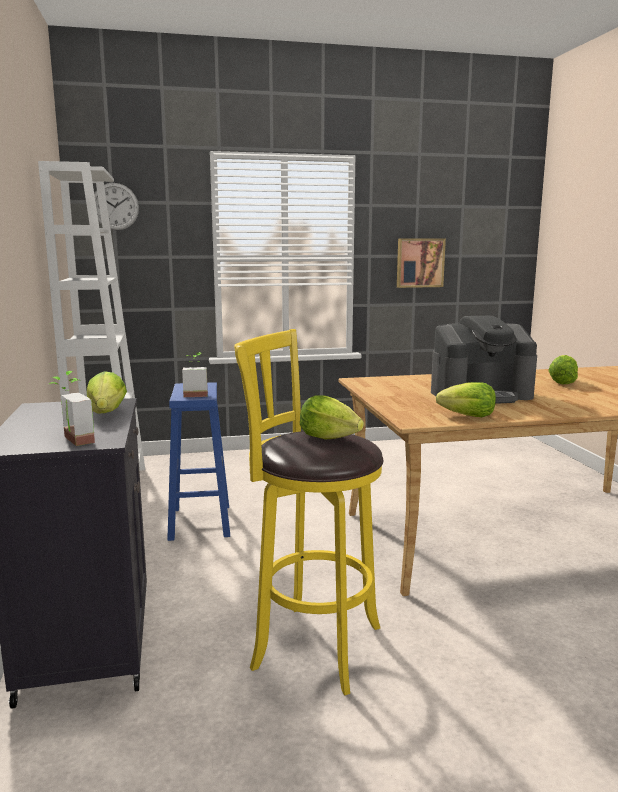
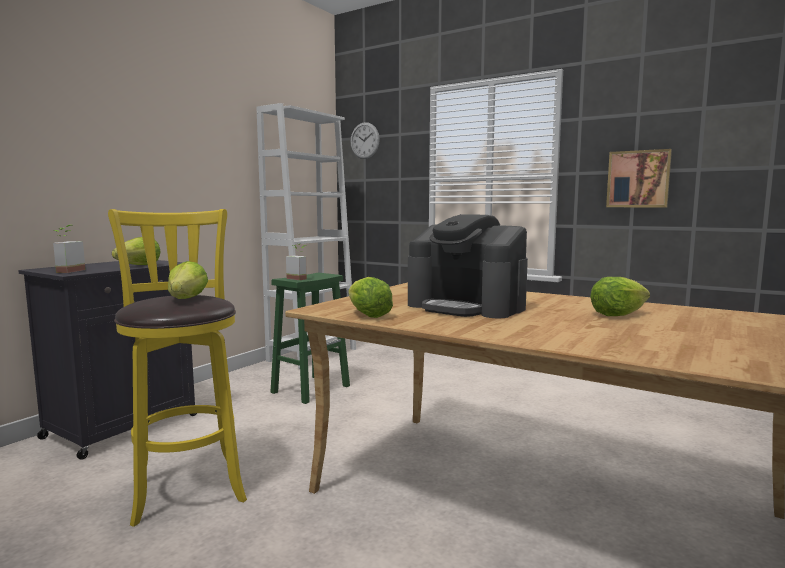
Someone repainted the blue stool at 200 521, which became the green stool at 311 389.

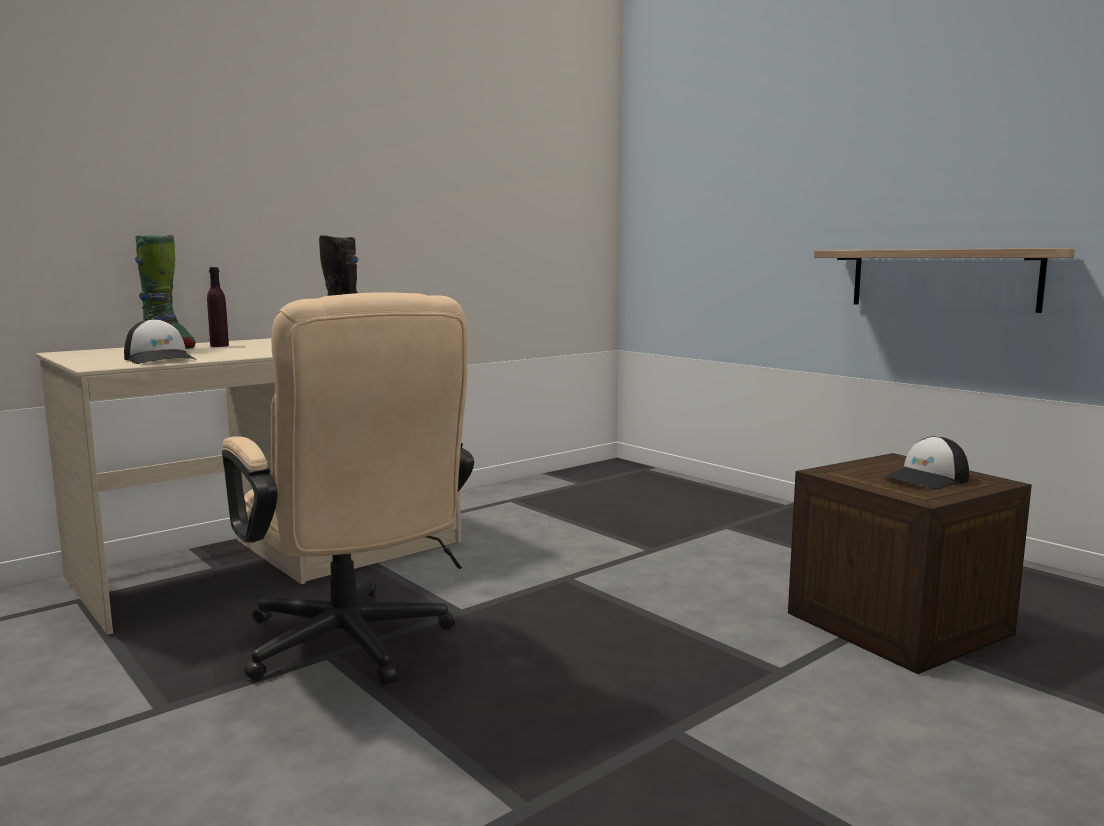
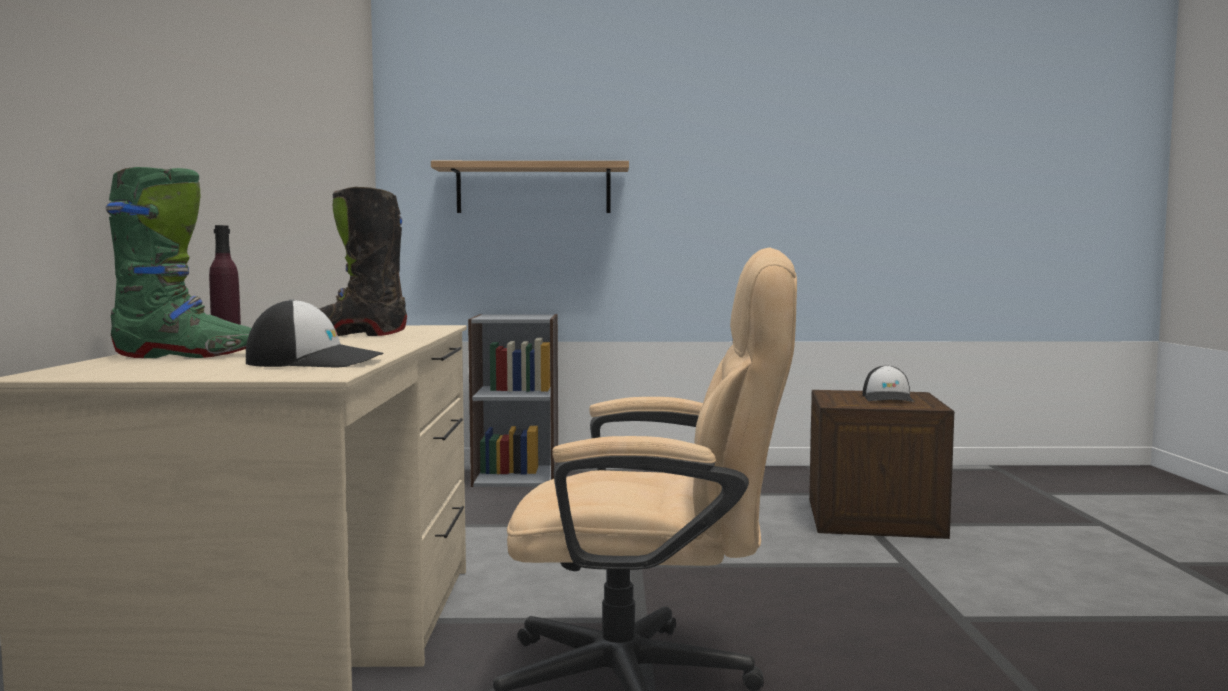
Someone carried the shelf from 942 279 to 533 189. Someone put down the grey bookcase at 516 476.

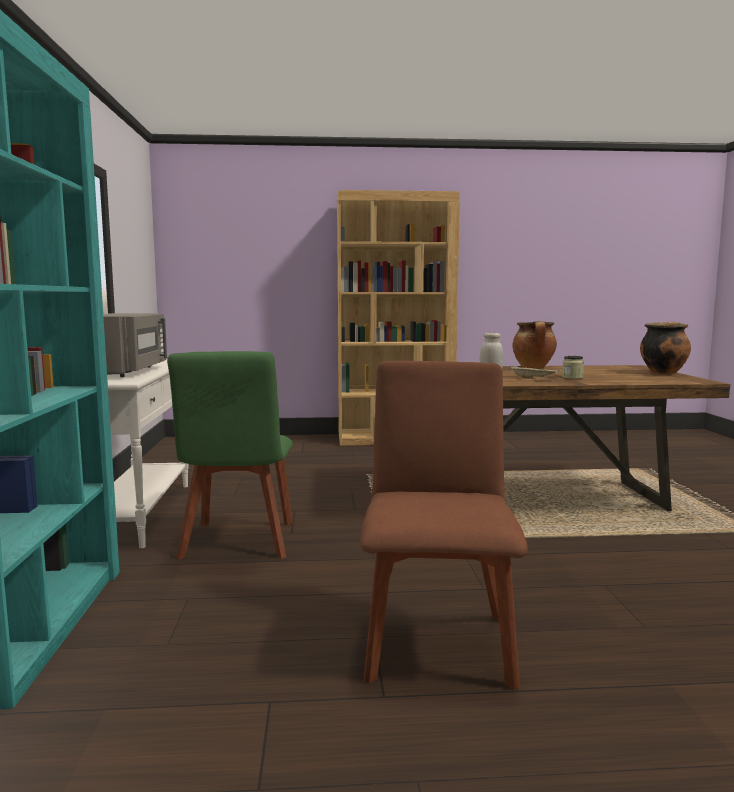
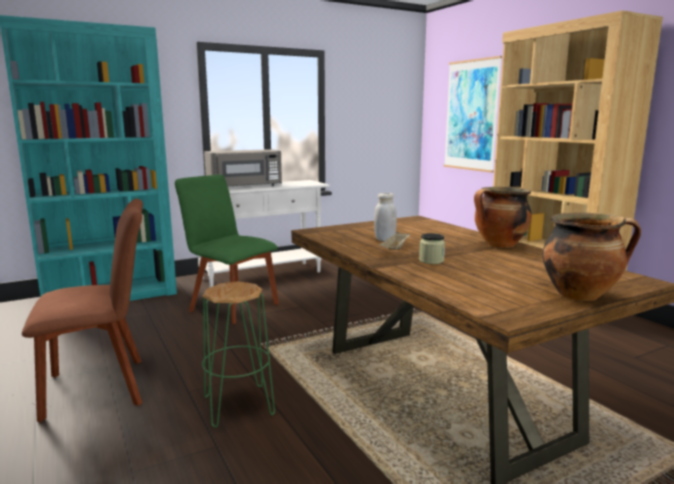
Someone rotated the green chair at 238 543 by 60 degrees clockwise. Someone put up the picture at 471 115. Someone put down the green stool at 238 405.

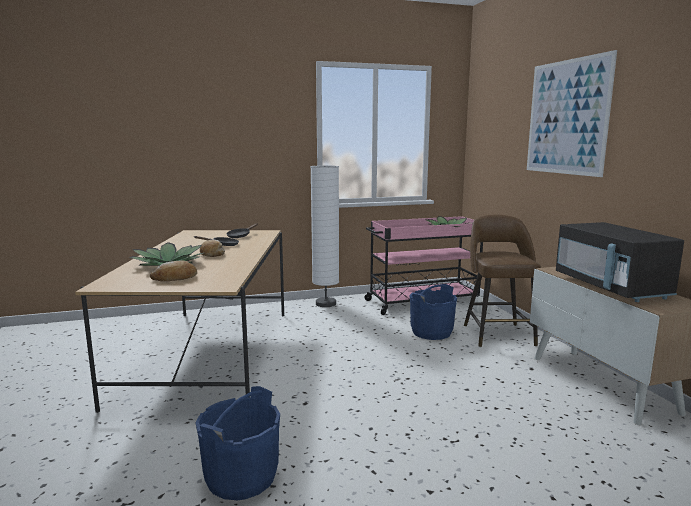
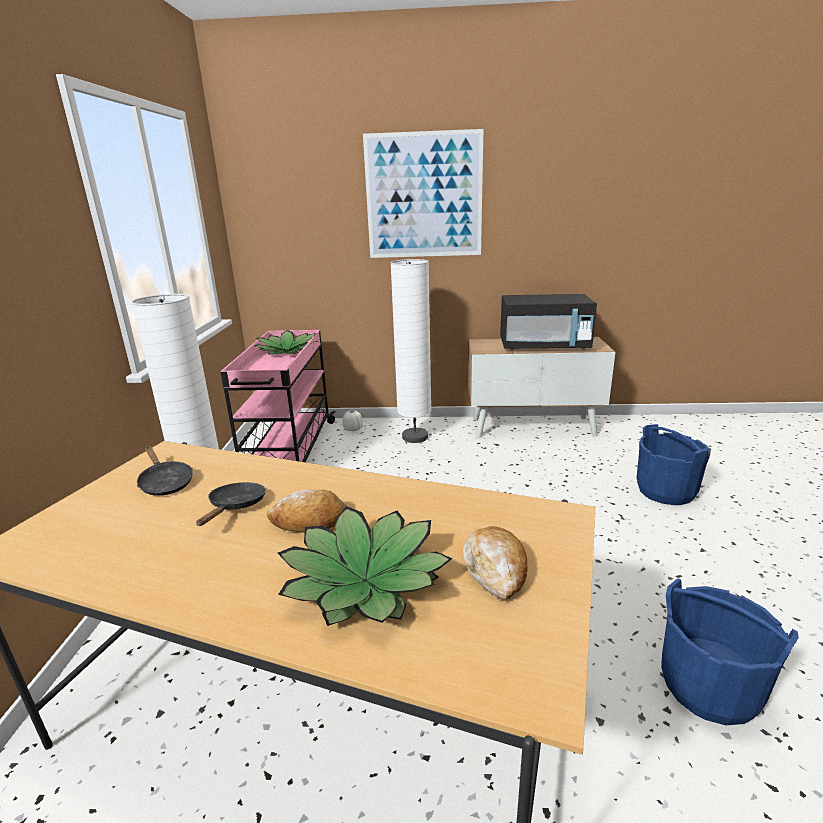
Someone swapped the brown stool at 498 334 for the white floor lamp at 415 437. Someone carried the blue bucket from 431 332 to 666 491.

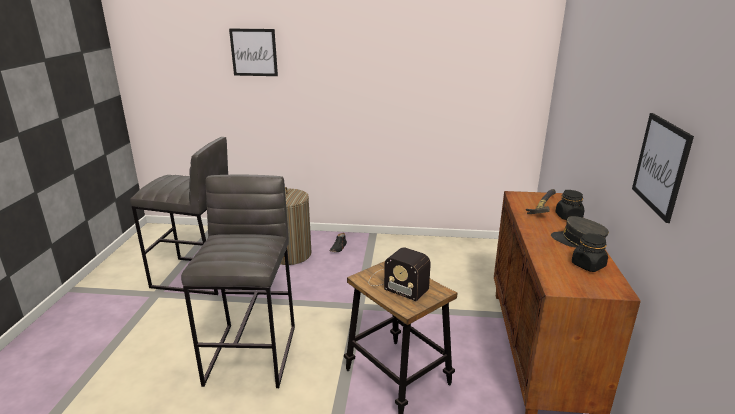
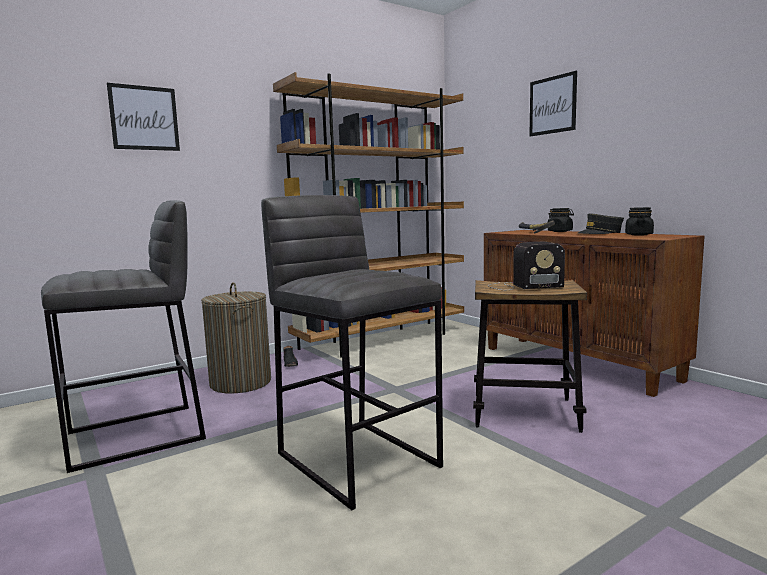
Someone carried the picture from 661 165 to 552 105. Someone put down the brown bookcase at 382 339.

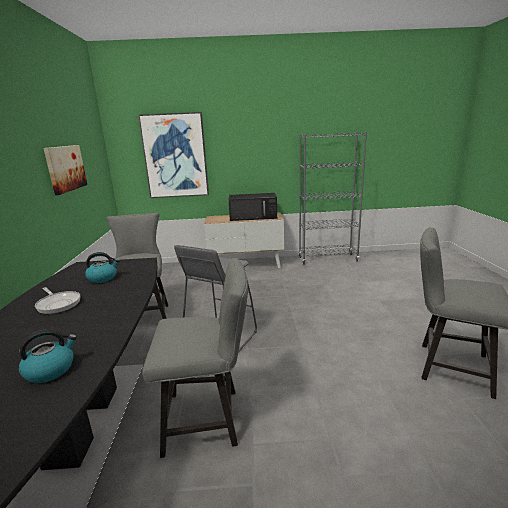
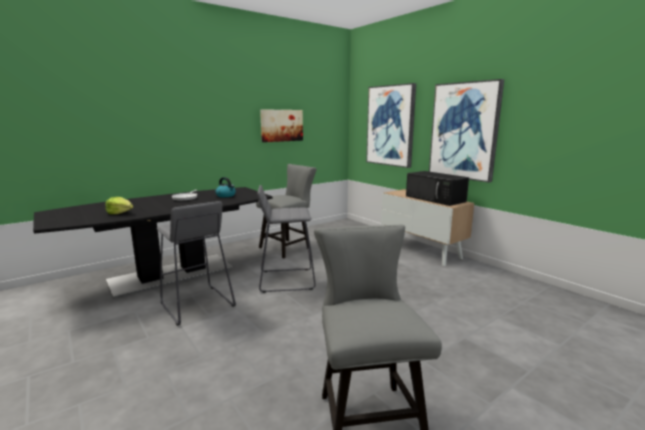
Someone took away the grey bookcase at 327 259. Someone swapped the grey chair at 209 419 for the grey stool at 196 305. Someone swapped the kettle at 51 369 for the lettuce at 120 213. Someone put up the picture at 464 131.

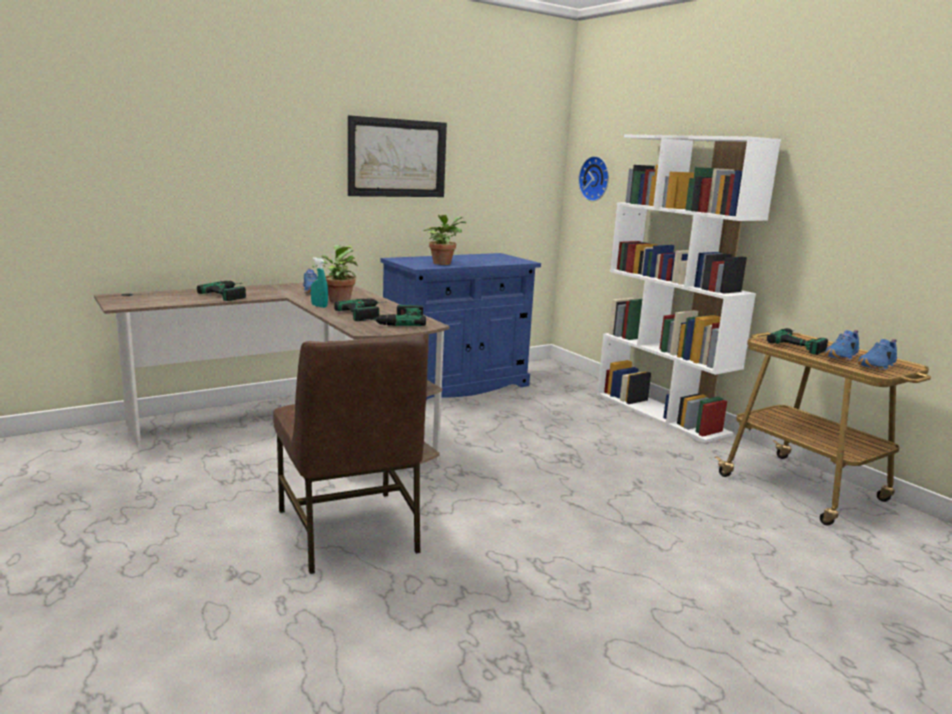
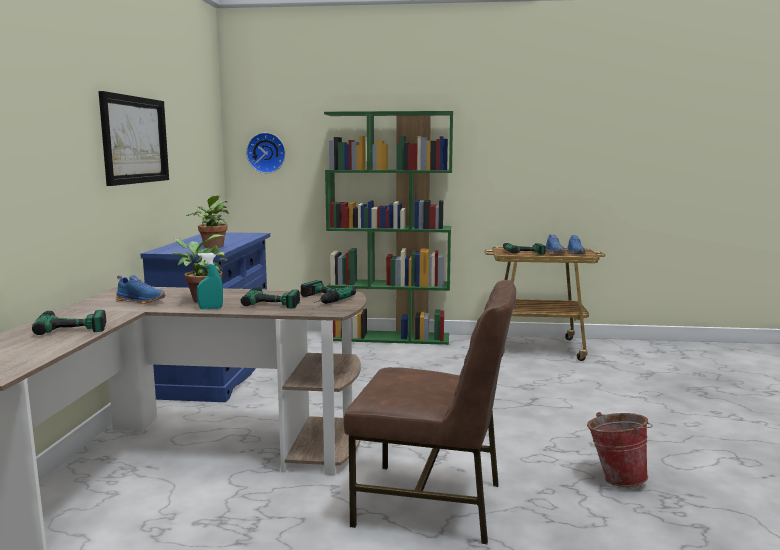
Someone repainted the white bookcase at 661 414, which became the green bookcase at 390 337. Someone put down the bucket at 615 478.

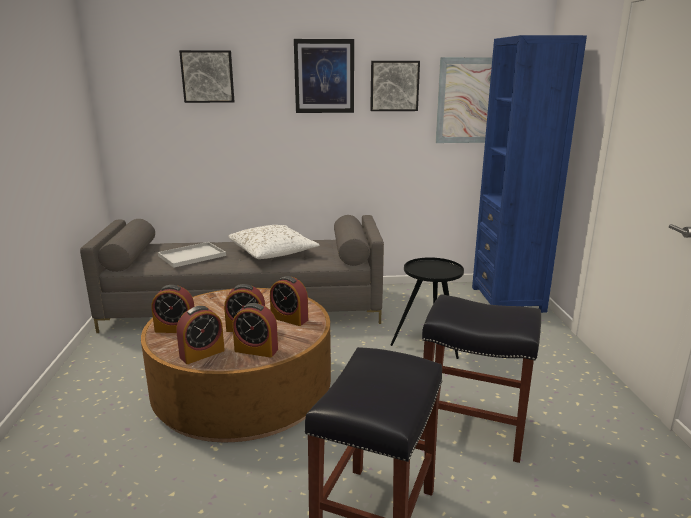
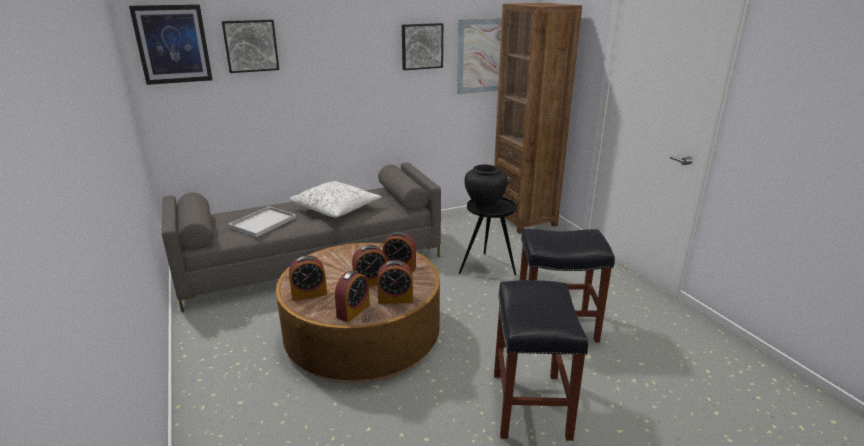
Someone repainted the blue bookcase at 508 299, which became the brown bookcase at 524 219. Someone carried the picture from 324 76 to 172 44. Someone put down the black vase at 484 205.

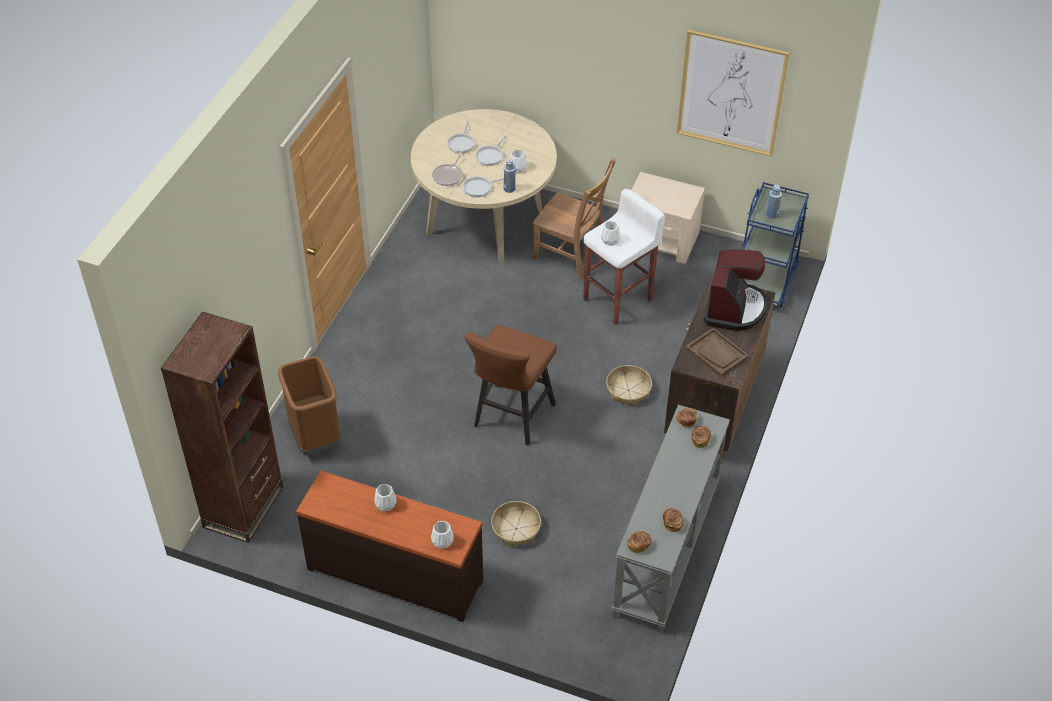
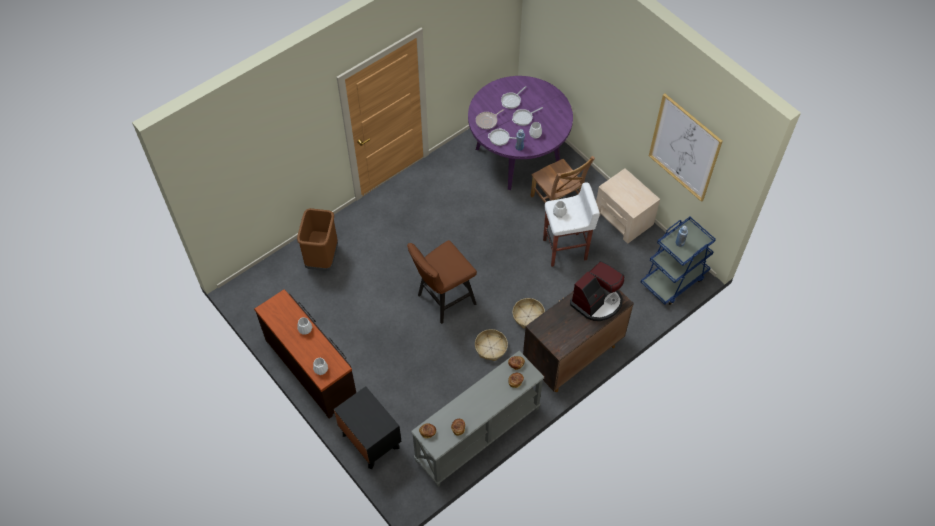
Someone repainted the beige dining table at 485 222, which became the purple dining table at 517 156. Someone took away the brown bookcase at 244 507. Someone took away the brown tray at 717 353. Someone carried the basket from 516 529 to 491 348. Someone put down the black nightstand at 370 440.

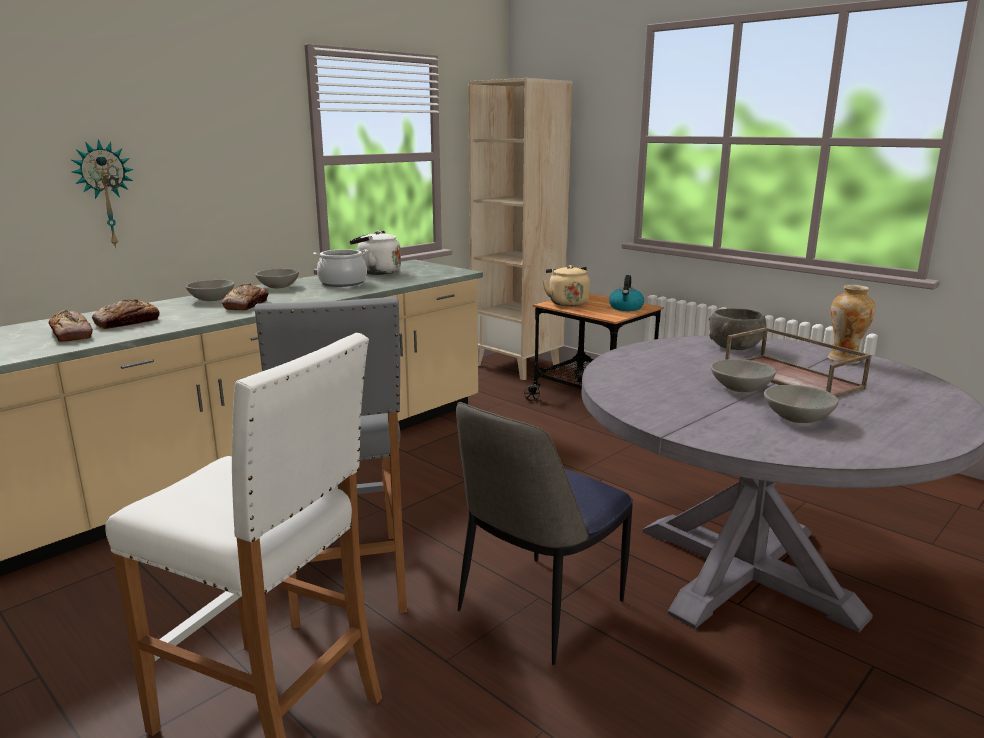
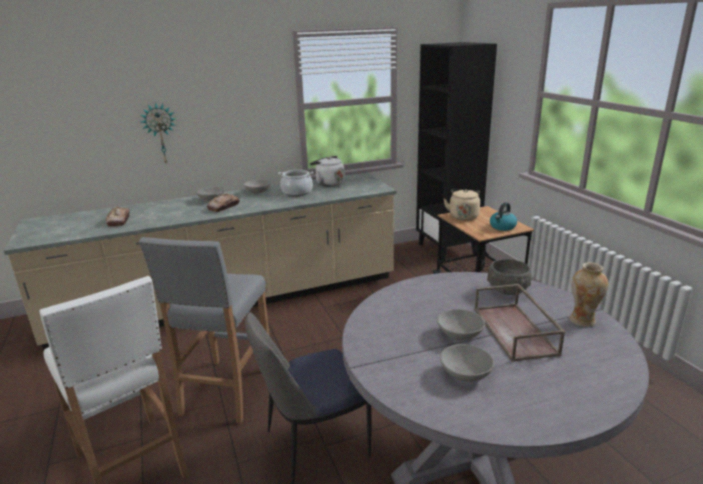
Someone repainted the beige bookcase at 517 366, which became the black bookcase at 447 249. Someone took away the bread at 127 322.

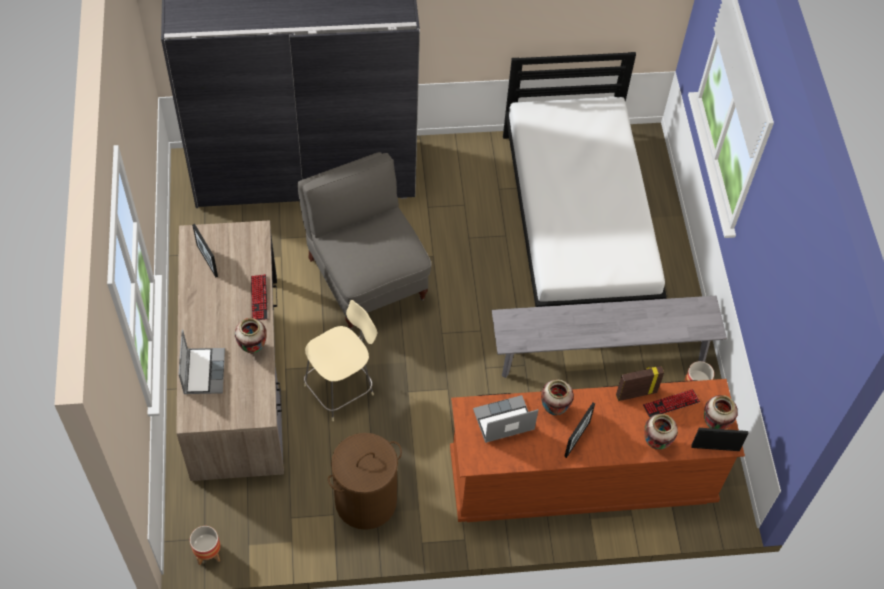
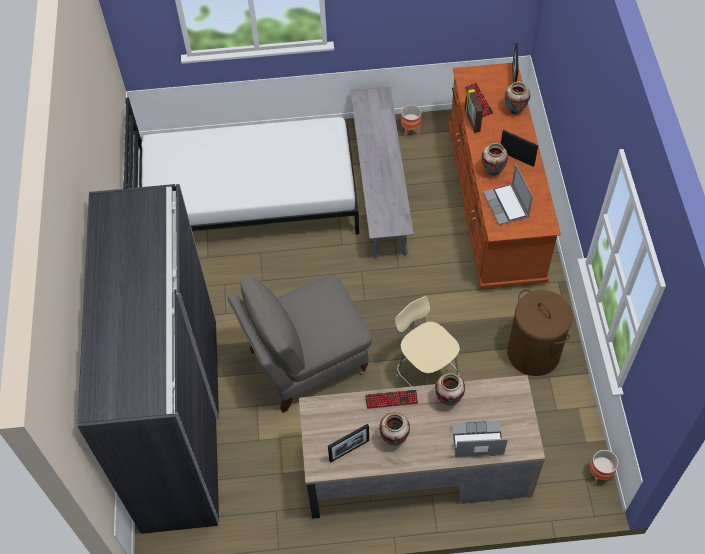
Someone carried the vase from 714 425 to 394 439.

